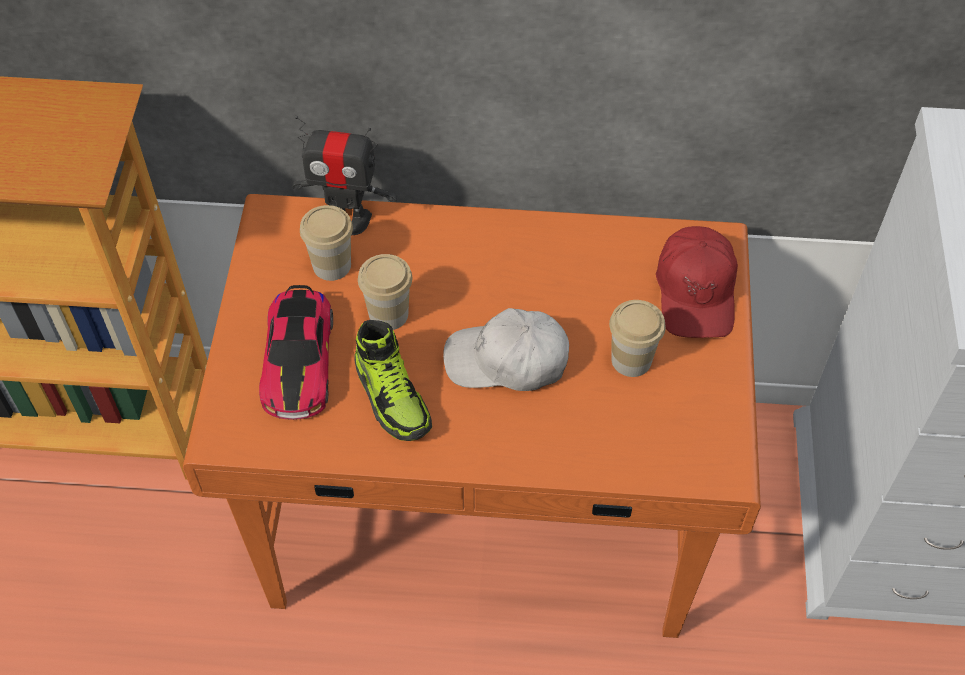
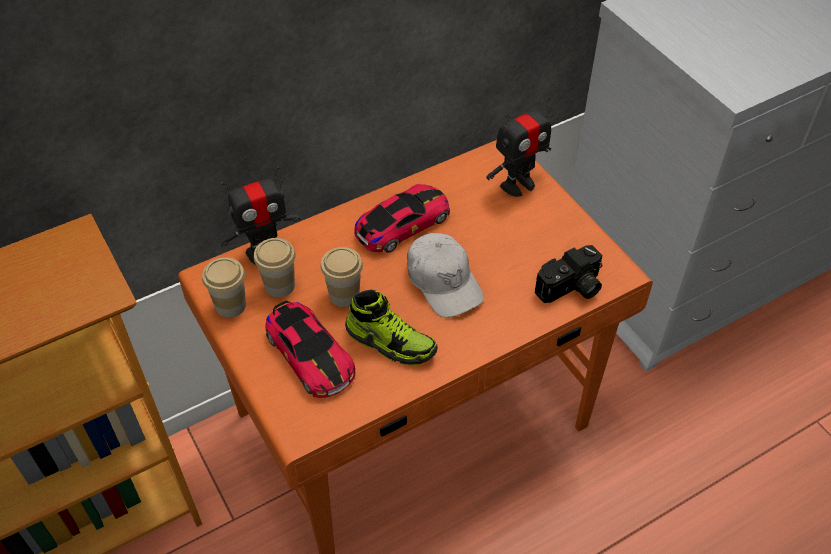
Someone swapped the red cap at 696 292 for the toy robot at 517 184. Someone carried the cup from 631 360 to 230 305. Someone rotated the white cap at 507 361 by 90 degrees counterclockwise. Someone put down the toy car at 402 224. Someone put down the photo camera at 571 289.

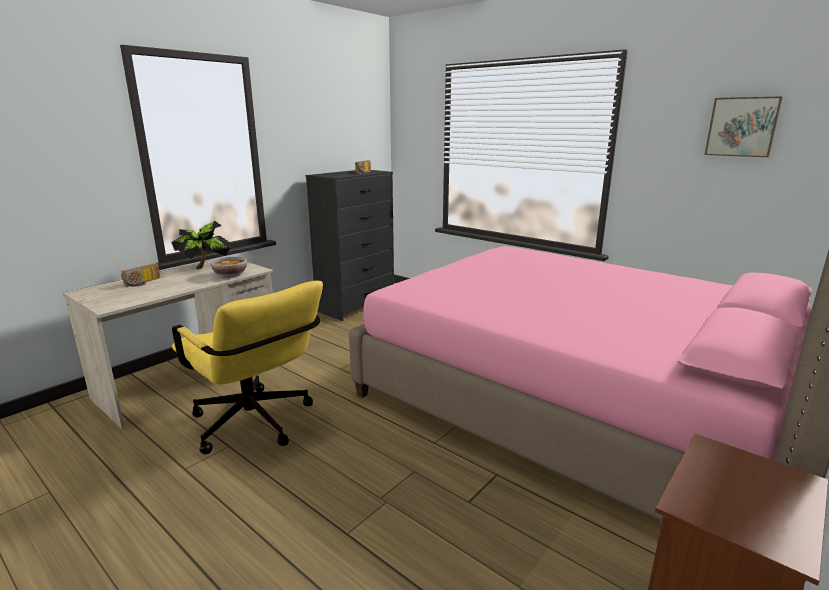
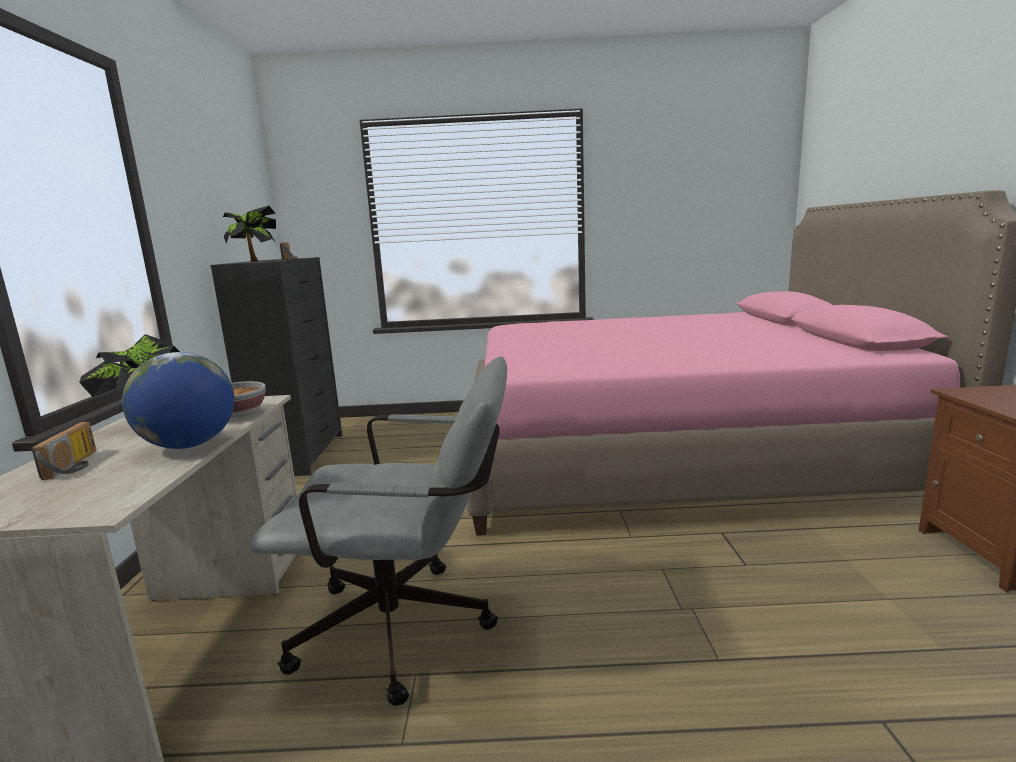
Someone took away the picture at 742 127. Someone repainted the yellow office chair at 257 426, which became the grey office chair at 411 629. Someone put down the potted plant at 254 261. Someone put down the globe at 190 445.

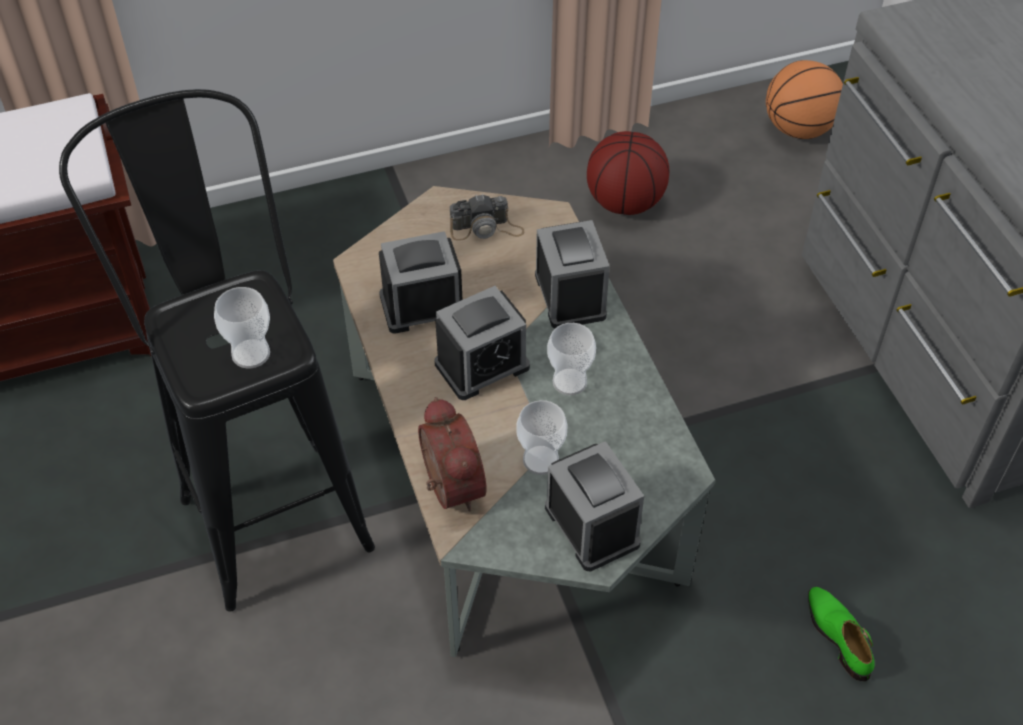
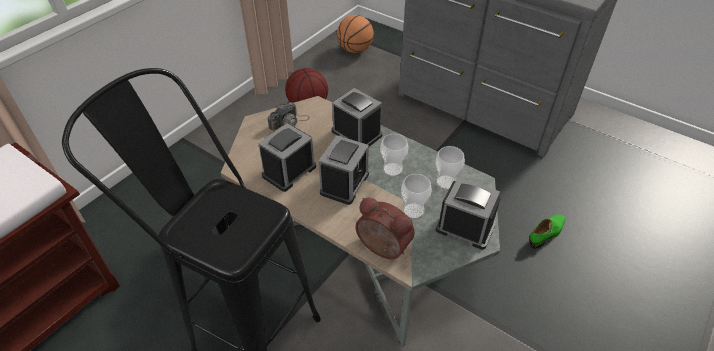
Someone carried the cup from 251 354 to 446 182. Someone rotated the green shoe at 838 636 by 105 degrees clockwise.

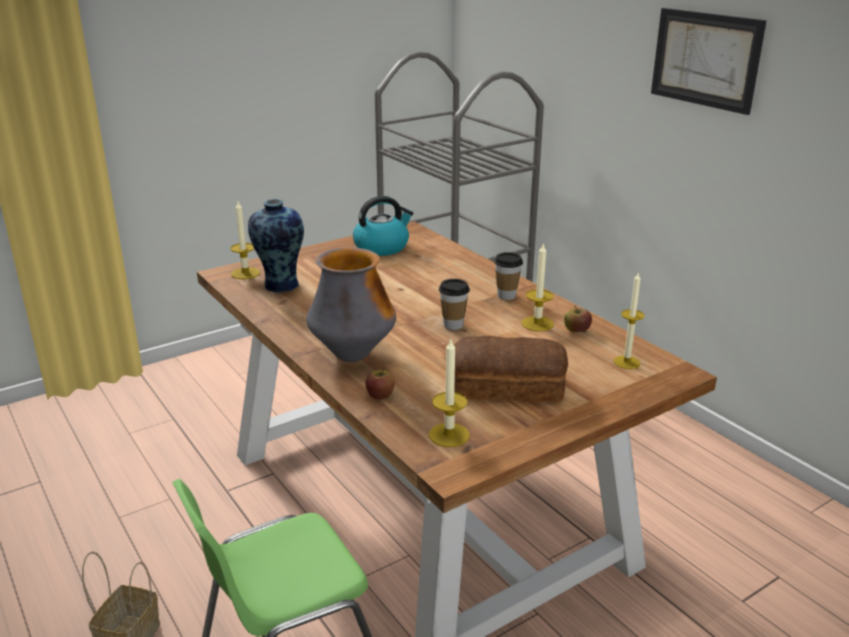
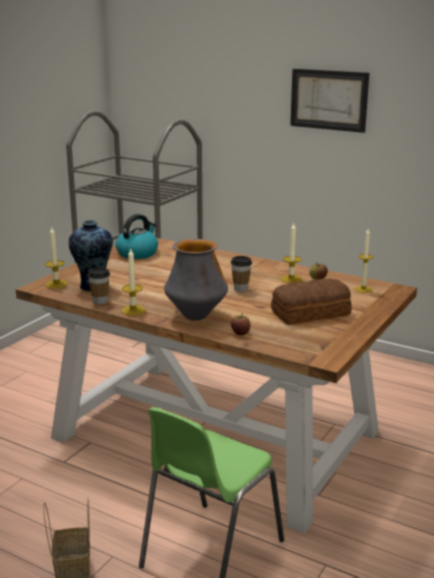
Someone carried the cup from 506 296 to 100 302. Someone carried the candle from 449 435 to 133 310.

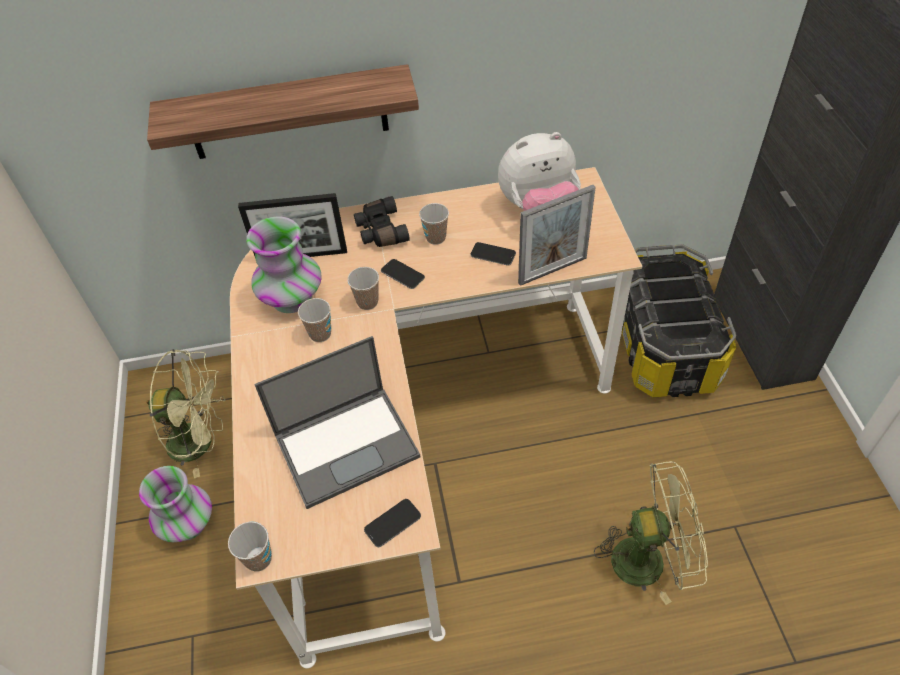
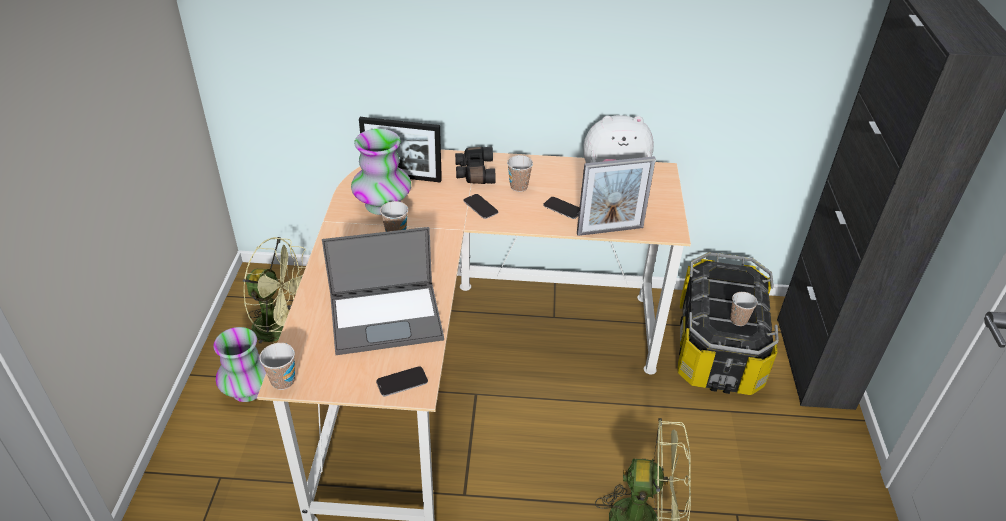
Someone took away the shelf at 288 113. Someone carried the cup from 367 302 to 738 320.

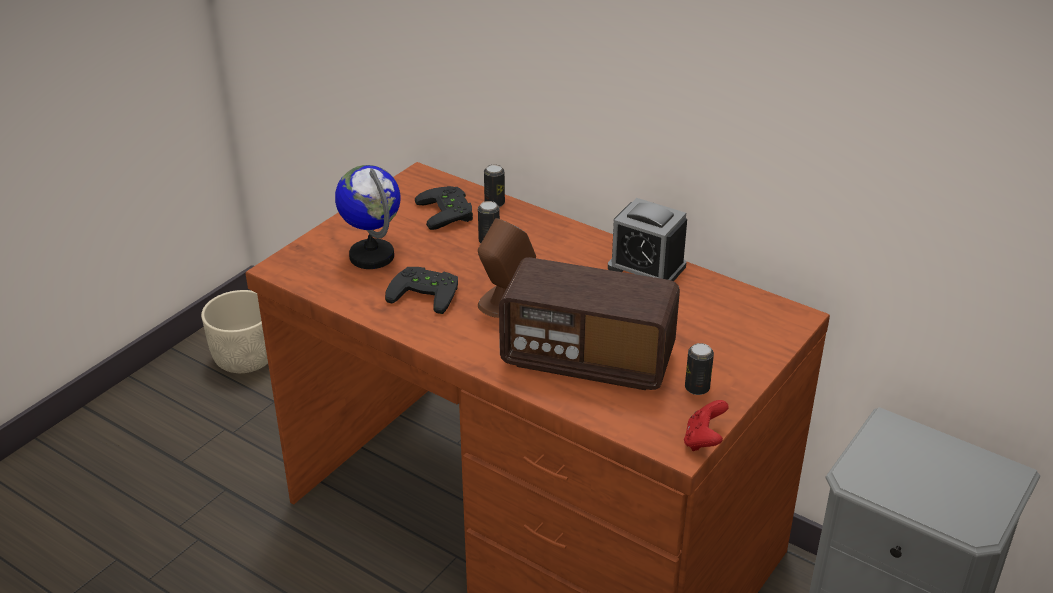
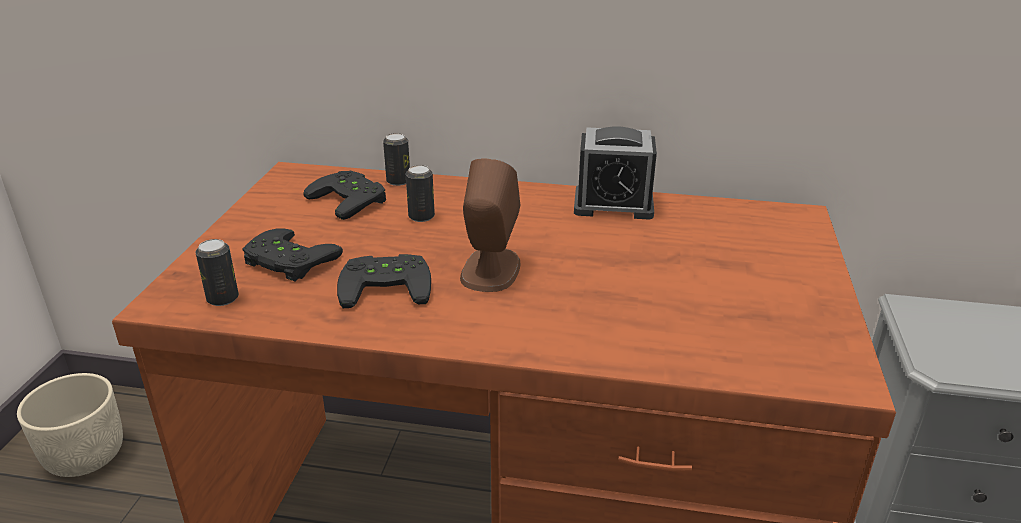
Someone swapped the globe at 372 256 for the black game controller at 286 262. Someone took away the radio at 587 359. Someone carried the can from 697 388 to 223 298. Someone took away the red game controller at 703 440.

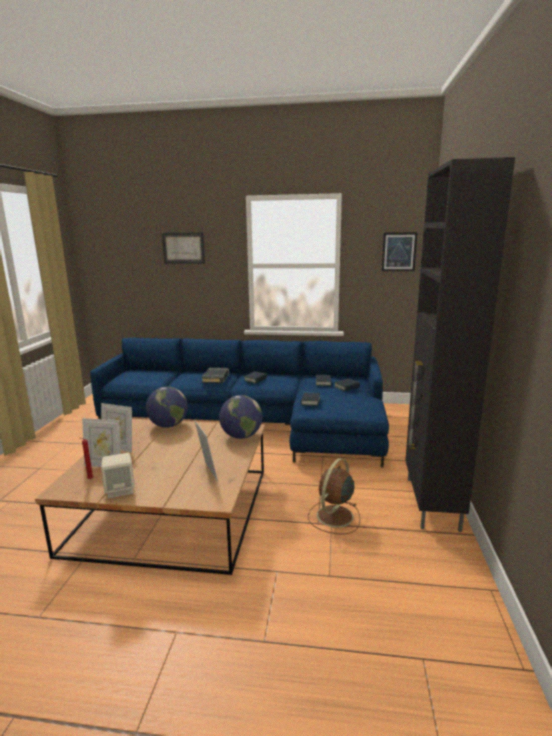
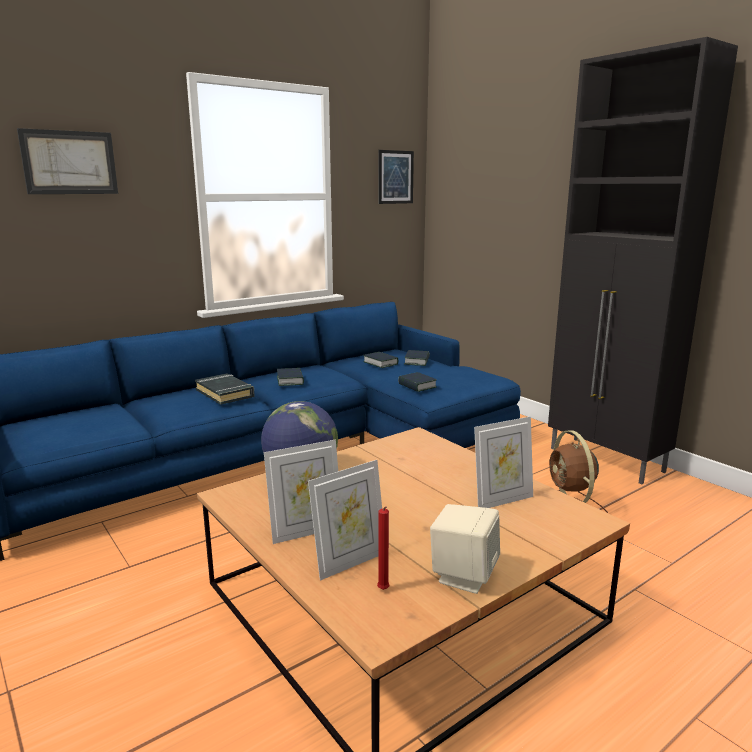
Someone took away the globe at 241 436. Someone rotated the picture frame at 207 472 by 135 degrees clockwise.

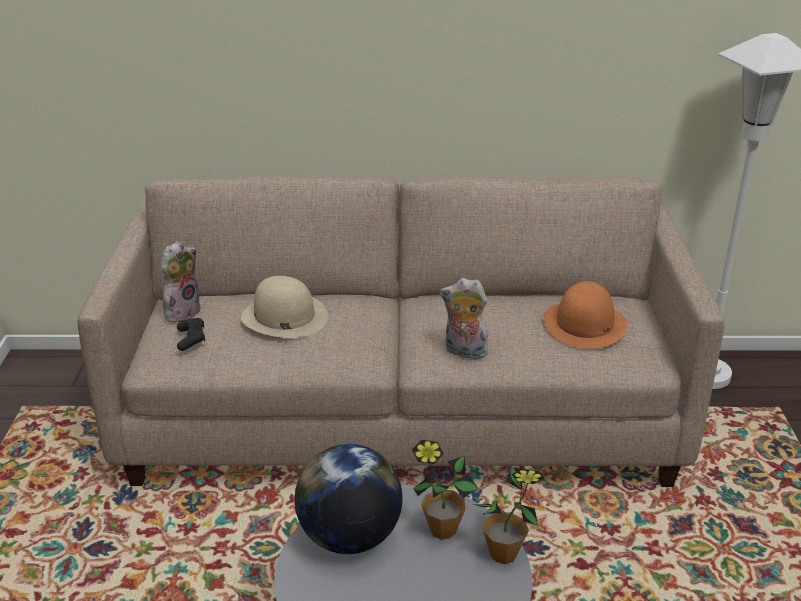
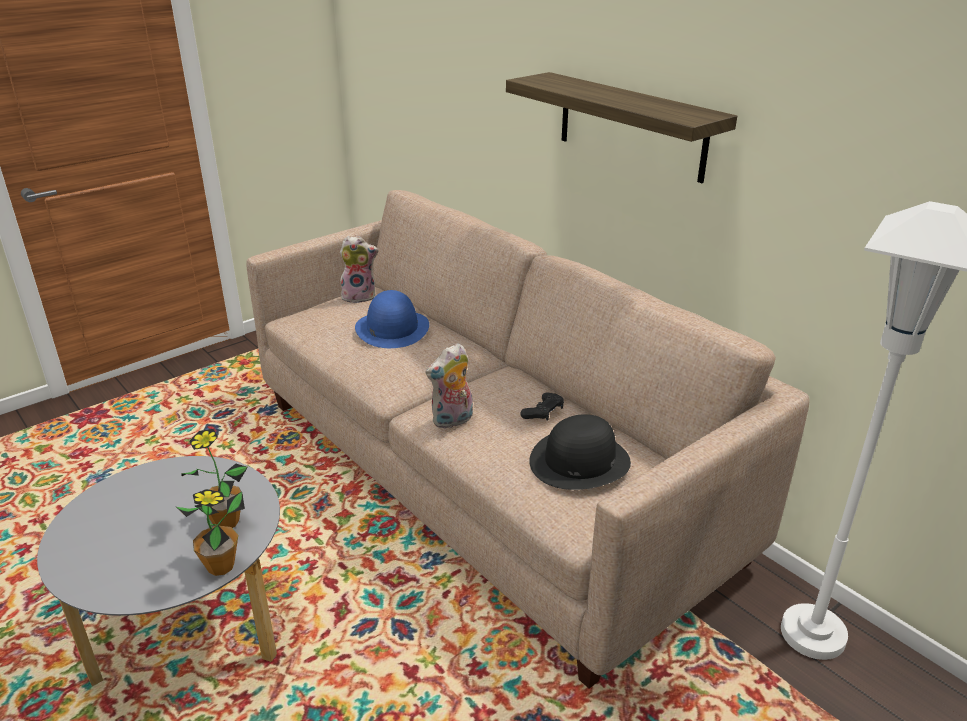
Someone repainted the beige hat at 284 317, which became the blue hat at 392 328. Someone rotated the plush toy at 463 352 by 105 degrees counterclockwise. Someone repainted the orange hat at 584 324, which became the black hat at 579 461. Someone carried the black game controller from 191 339 to 543 412. Someone took away the globe at 350 538. Someone put up the shelf at 631 126.

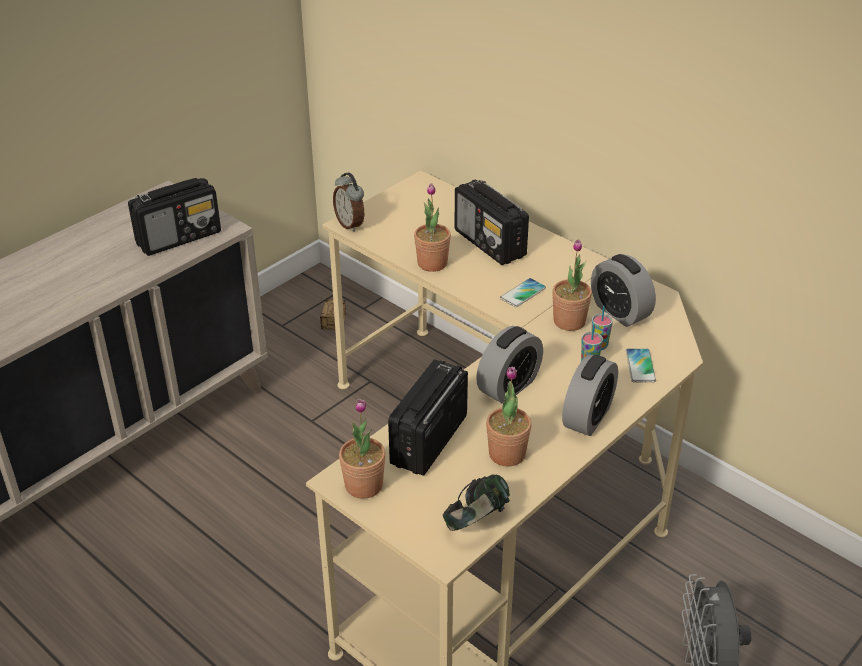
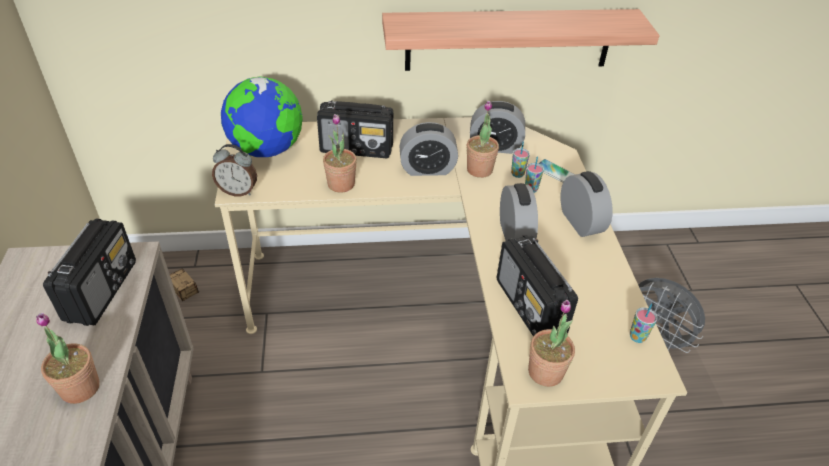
Someone swapped the phone at 523 293 for the alarm clock at 427 169. Someone carried the potted plant from 507 454 to 80 388. Someone swapped the headphones at 476 522 for the cup at 637 337. Someone put up the shelf at 509 39. Someone put down the globe at 267 150.

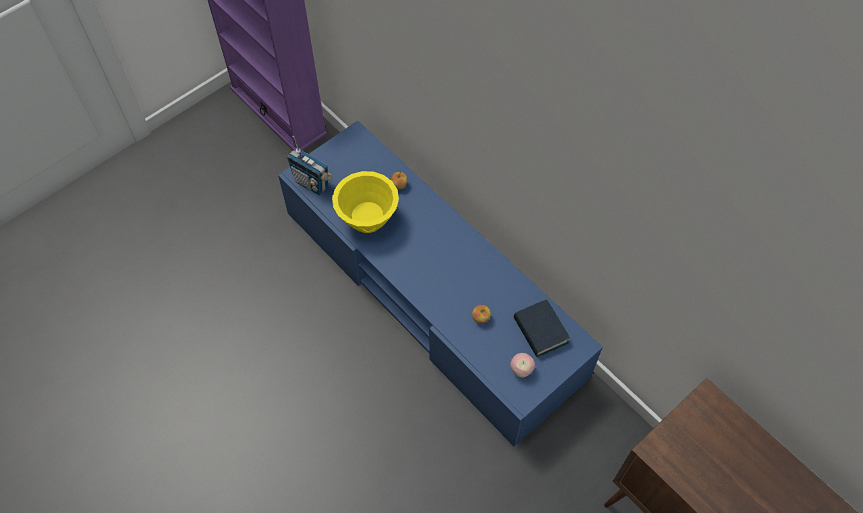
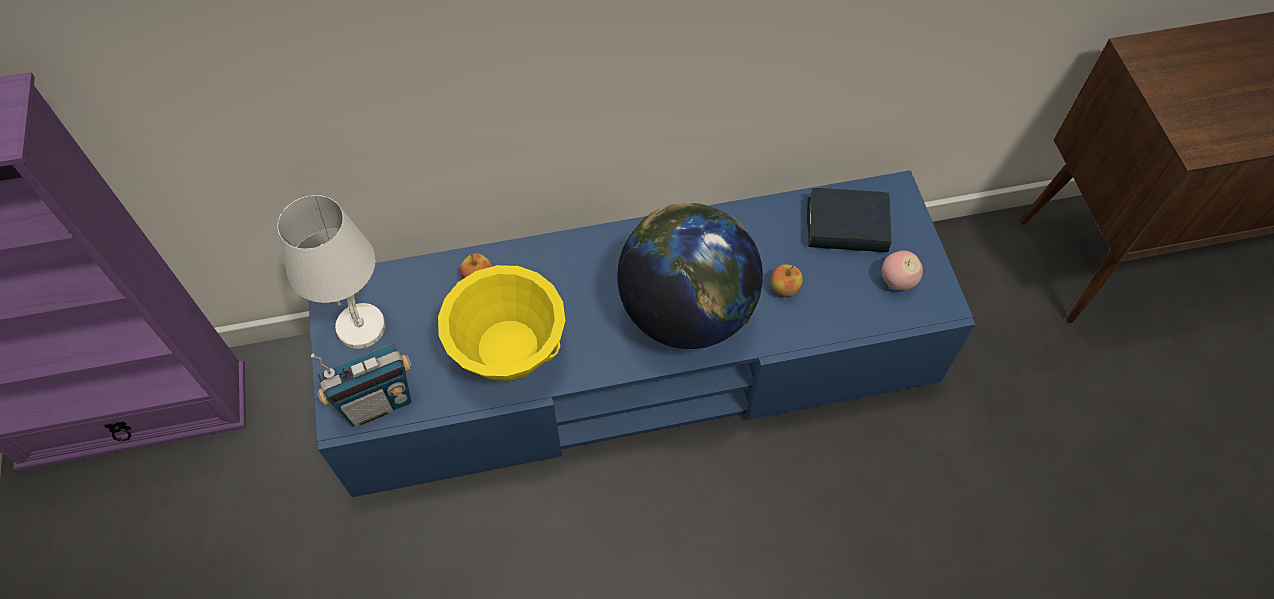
Someone put down the white table lamp at 360 326. Someone put down the globe at 687 312.

